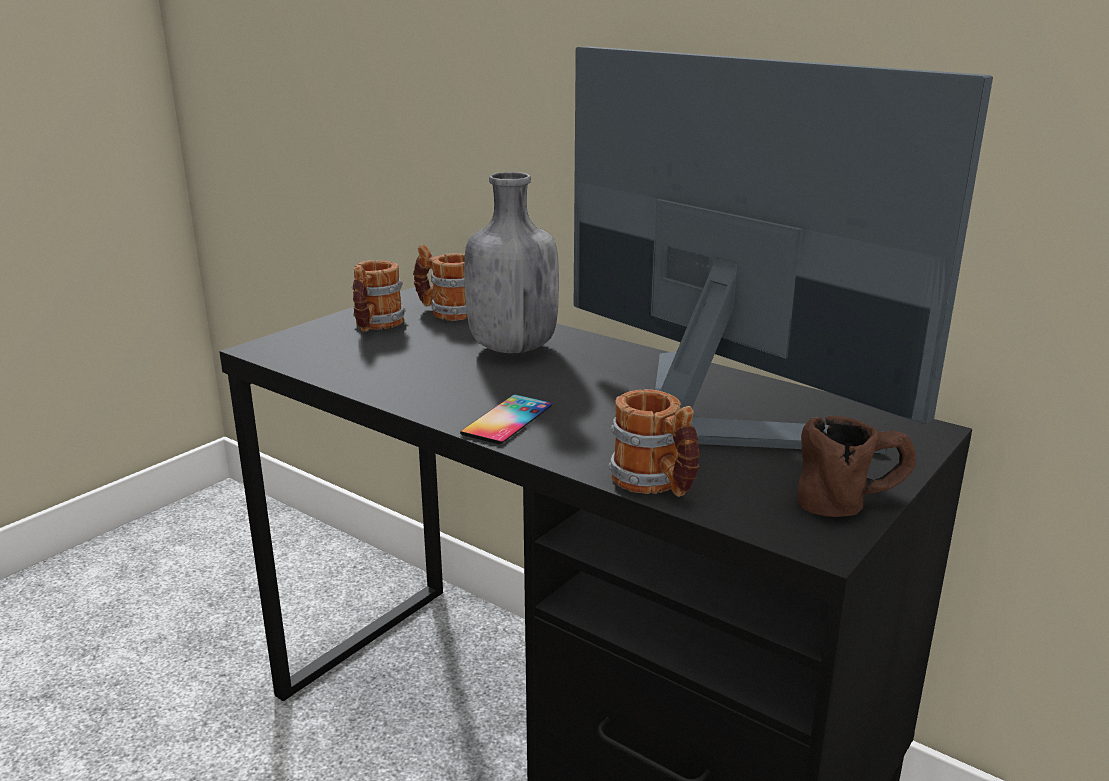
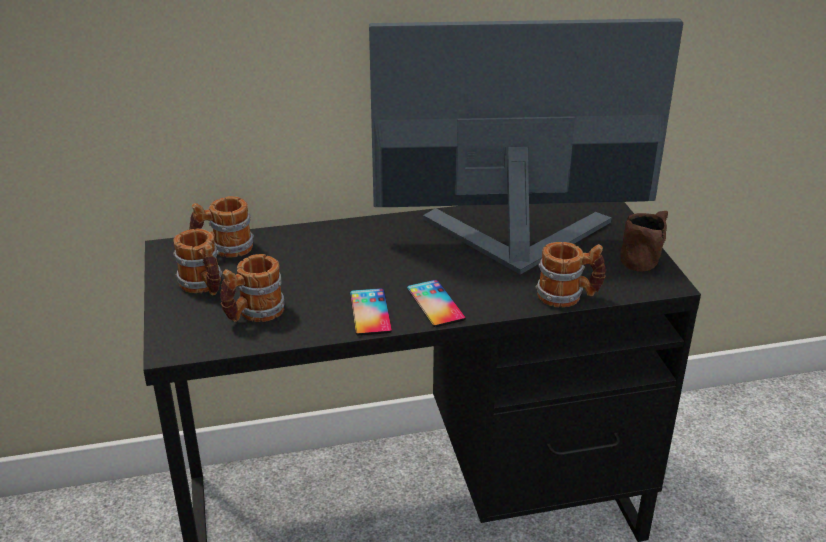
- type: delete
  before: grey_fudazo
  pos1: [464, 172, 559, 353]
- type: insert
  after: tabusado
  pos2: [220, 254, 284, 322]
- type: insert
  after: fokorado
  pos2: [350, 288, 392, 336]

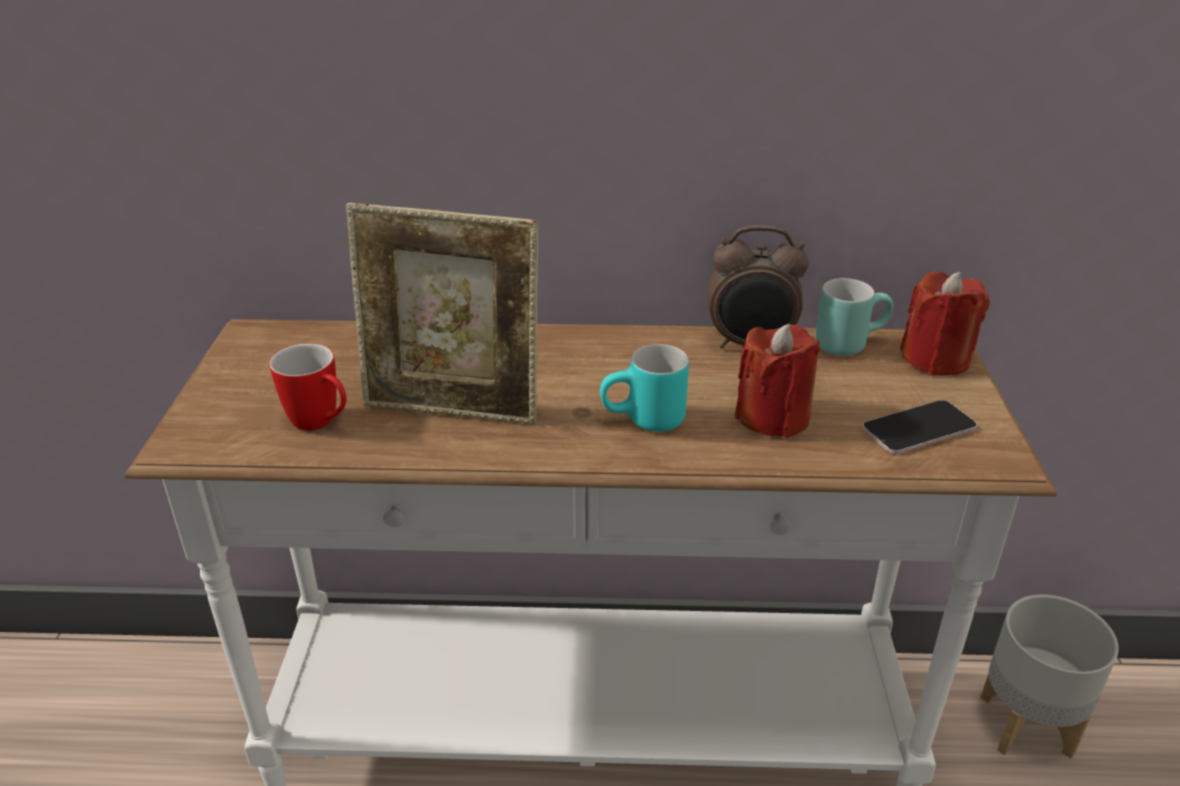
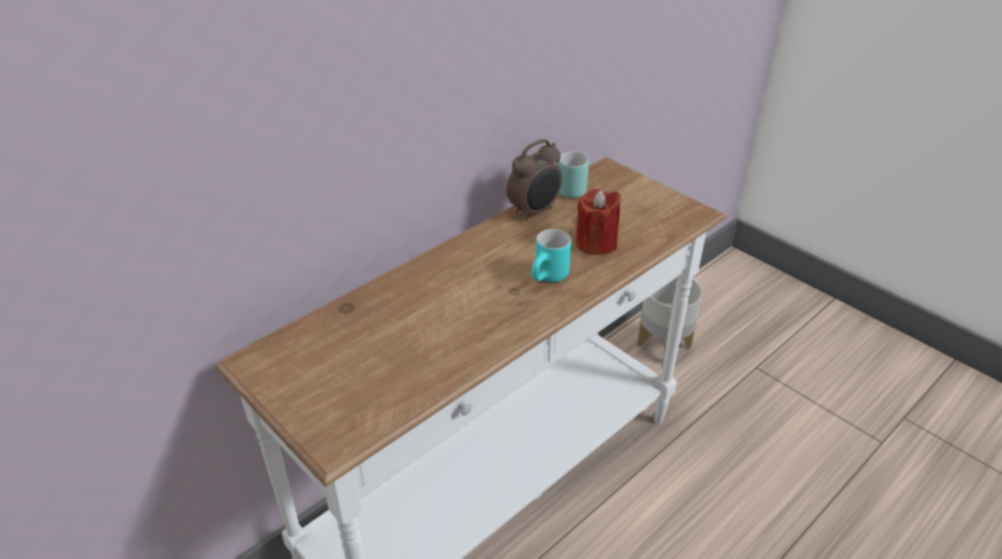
- type: delete
  before: tabusado
  pos1: [269, 343, 346, 431]
- type: delete
  before: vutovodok
  pos1: [346, 202, 539, 424]
- type: delete
  before: fokorado
  pos1: [862, 400, 977, 454]
- type: delete
  before: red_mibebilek
  pos1: [900, 272, 990, 376]

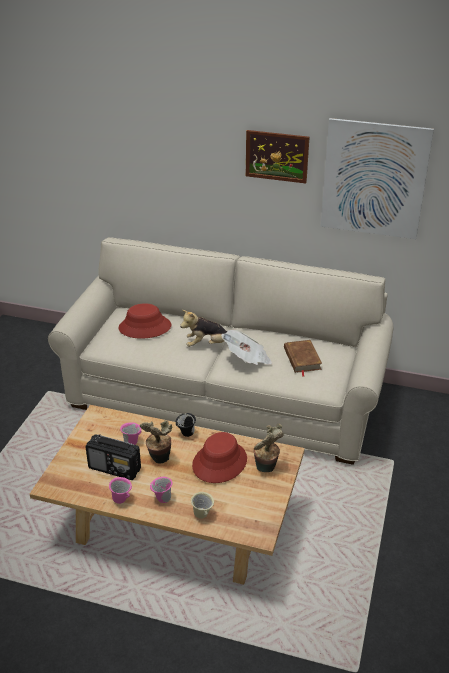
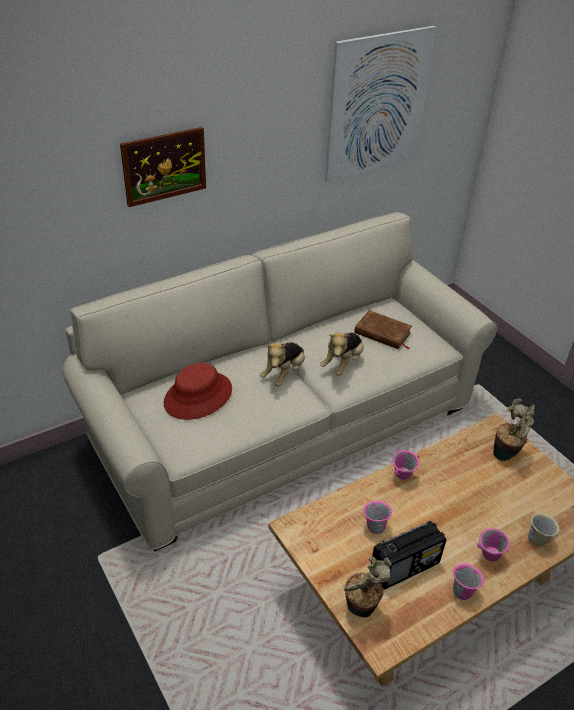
- type: delete
  before: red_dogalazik
  pos1: [192, 432, 247, 483]
- type: move
  before: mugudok
  pos1: [140, 420, 172, 464]
  pos2: [344, 556, 392, 617]
- type: move
  before: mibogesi
  pos1: [246, 130, 309, 183]
  pos2: [120, 127, 206, 207]
- type: replace
  before: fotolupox
  after: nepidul
  pos1: [221, 330, 272, 365]
  pos2: [320, 332, 364, 376]
- type: recolor
  before: black_tabusado
  after: pink_tabusado
  pos1: [176, 413, 196, 437]
  pos2: [392, 450, 419, 480]

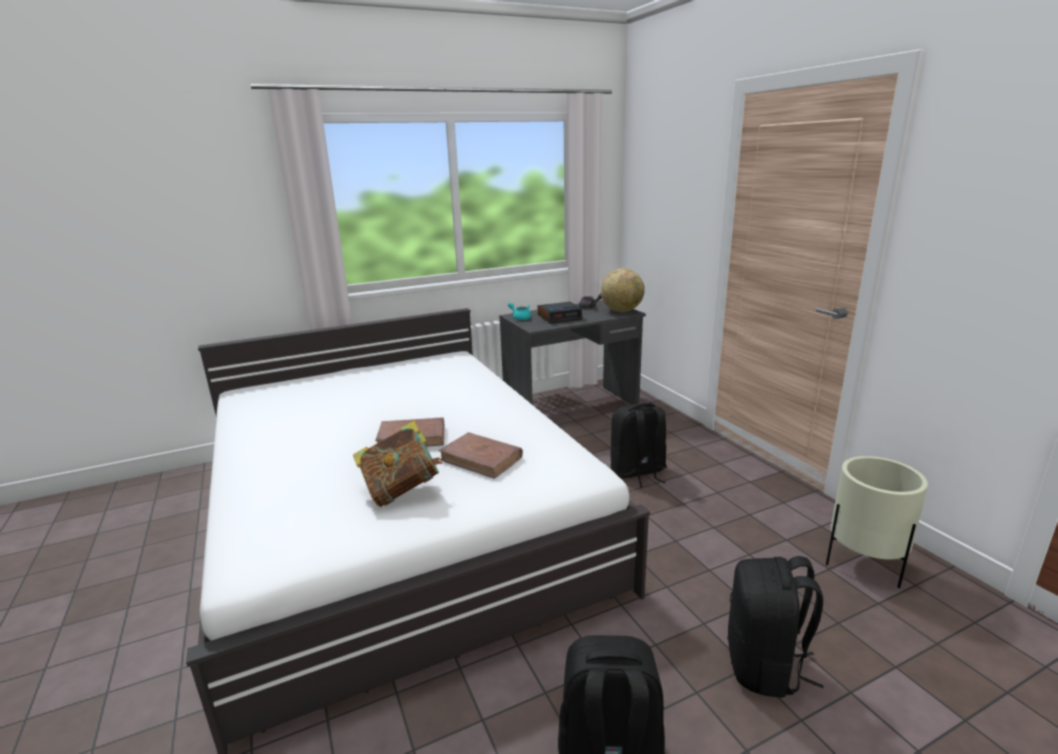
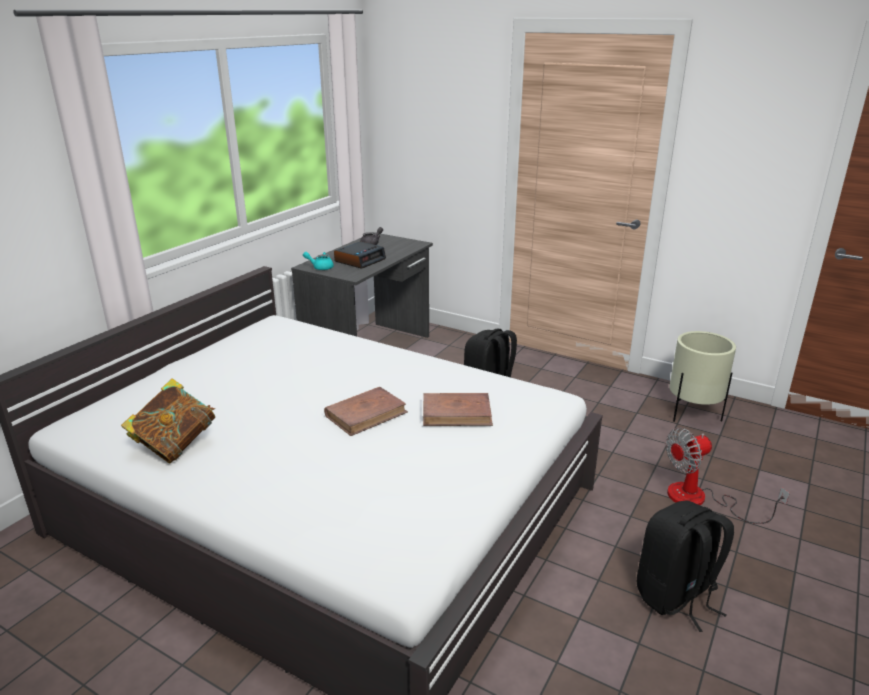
- type: delete
  before: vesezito
  pos1: [601, 268, 645, 312]
- type: move
  before: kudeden
  pos1: [353, 421, 443, 507]
  pos2: [121, 378, 215, 463]
- type: replace
  before: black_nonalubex
  after: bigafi
  pos1: [727, 556, 824, 698]
  pos2: [666, 428, 790, 524]

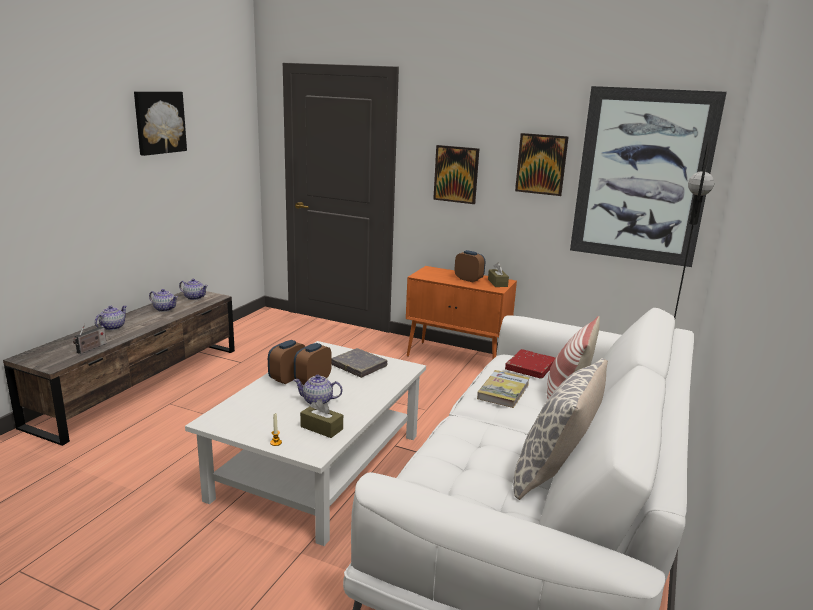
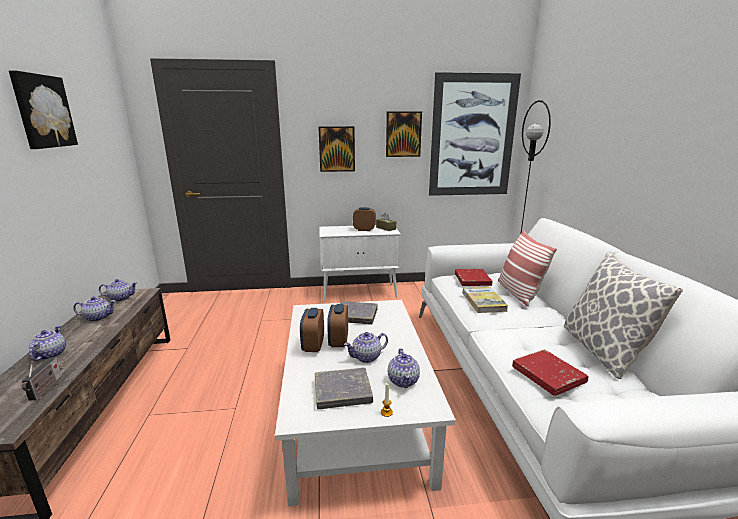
- type: insert
  after: grey_kudeden
  pos2: [315, 368, 373, 409]
- type: insert
  after: red_kudeden
  pos2: [512, 349, 589, 396]
- type: replace
  before: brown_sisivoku
  after: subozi
  pos1: [300, 399, 343, 438]
  pos2: [388, 348, 420, 388]
- type: recolor
  before: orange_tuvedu
  after: white_tuvedu
  pos1: [406, 266, 517, 359]
  pos2: [320, 225, 401, 301]

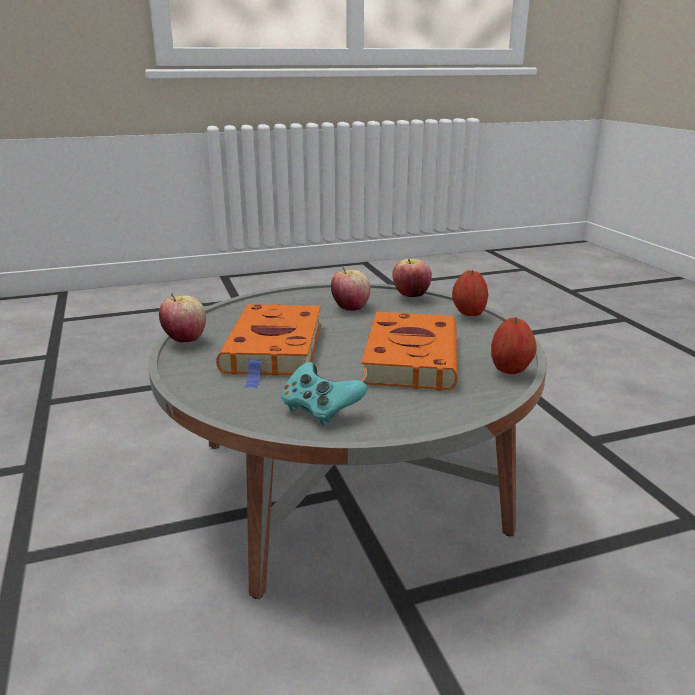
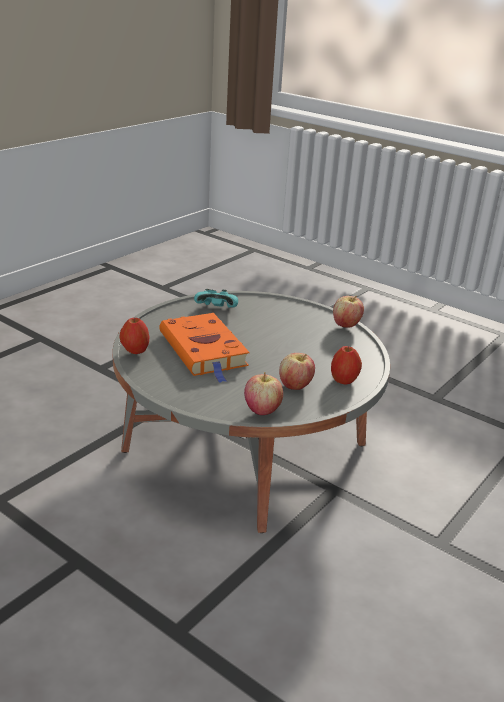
- type: delete
  before: orange_kudeden
  pos1: [216, 304, 321, 389]
- type: move
  before: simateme
  pos1: [452, 269, 488, 316]
  pos2: [331, 346, 362, 384]

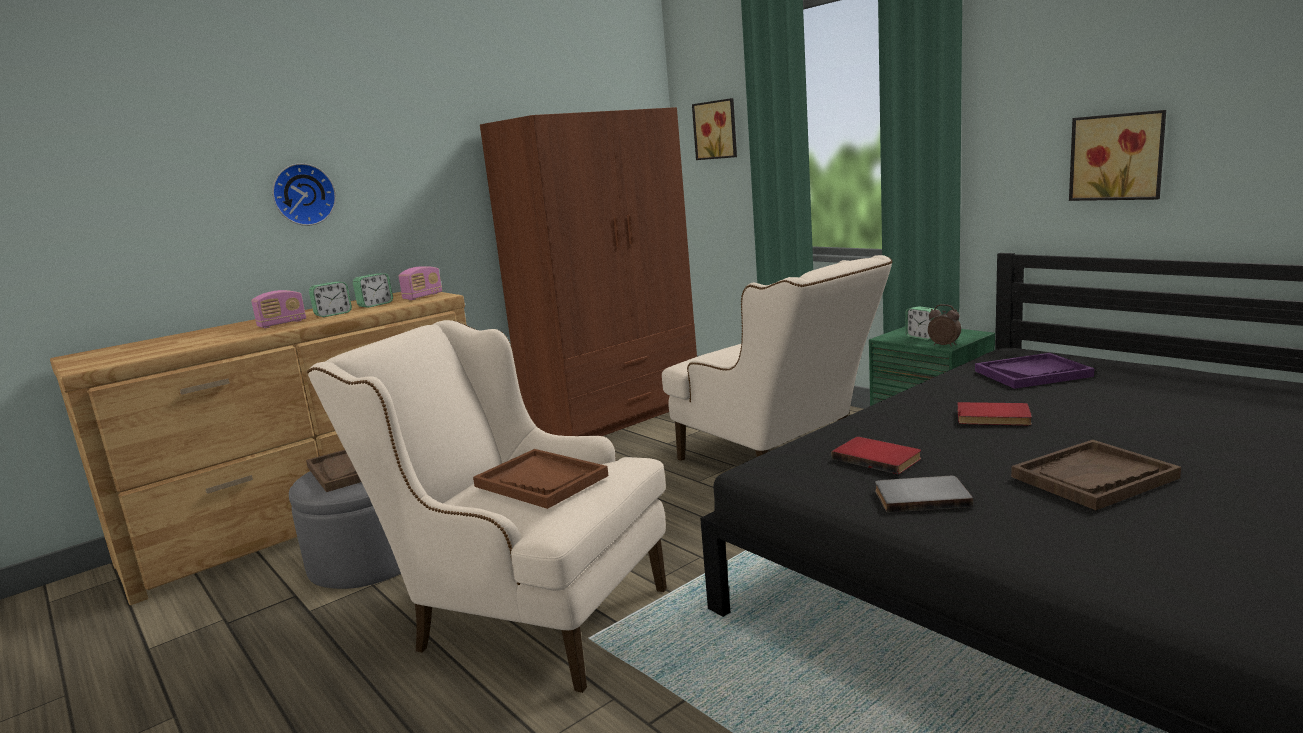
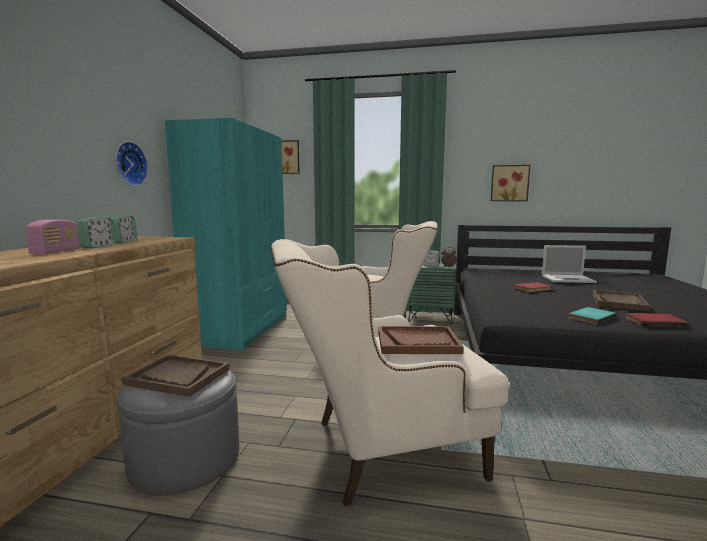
- type: delete
  before: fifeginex
  pos1: [398, 267, 442, 300]
- type: delete
  before: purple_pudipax
  pos1: [975, 353, 1094, 389]
- type: insert
  after: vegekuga
  pos2: [542, 245, 597, 283]
- type: move
  before: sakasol
  pos1: [272, 163, 336, 226]
  pos2: [115, 141, 148, 187]
- type: move
  before: red_kudeden
  pos1: [832, 437, 921, 475]
  pos2: [626, 313, 689, 328]
- type: recolor
  before: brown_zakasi
  after: turquoise_zakasi
  pos1: [480, 107, 697, 436]
  pos2: [165, 118, 287, 351]
- type: recolor
  before: grey_kudeden
  after: turquoise_kudeden
  pos1: [875, 476, 973, 513]
  pos2: [569, 307, 616, 325]

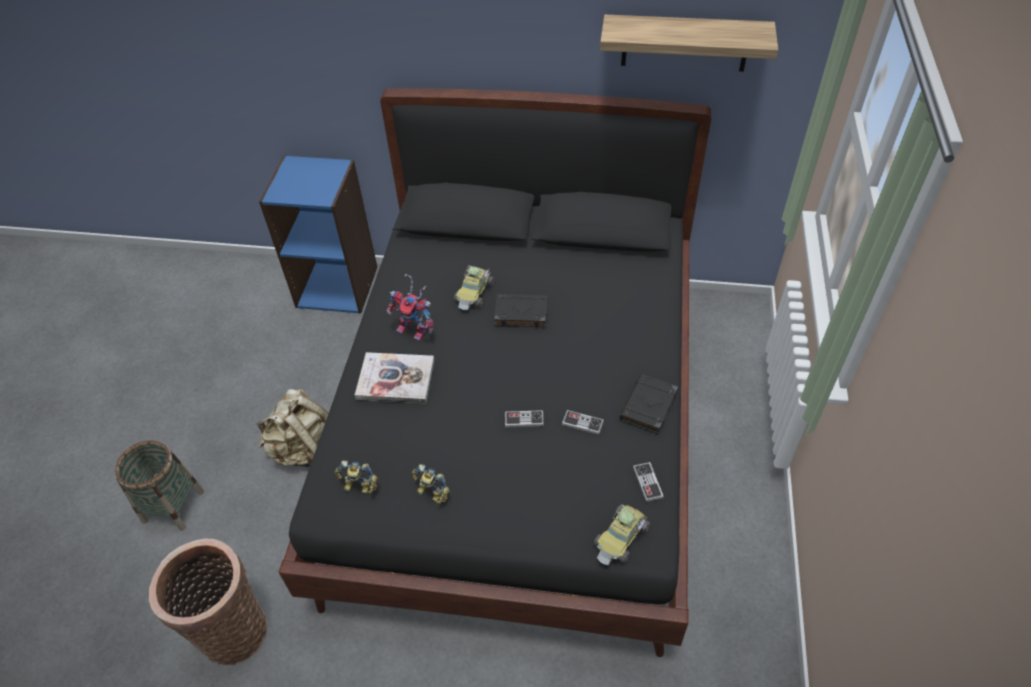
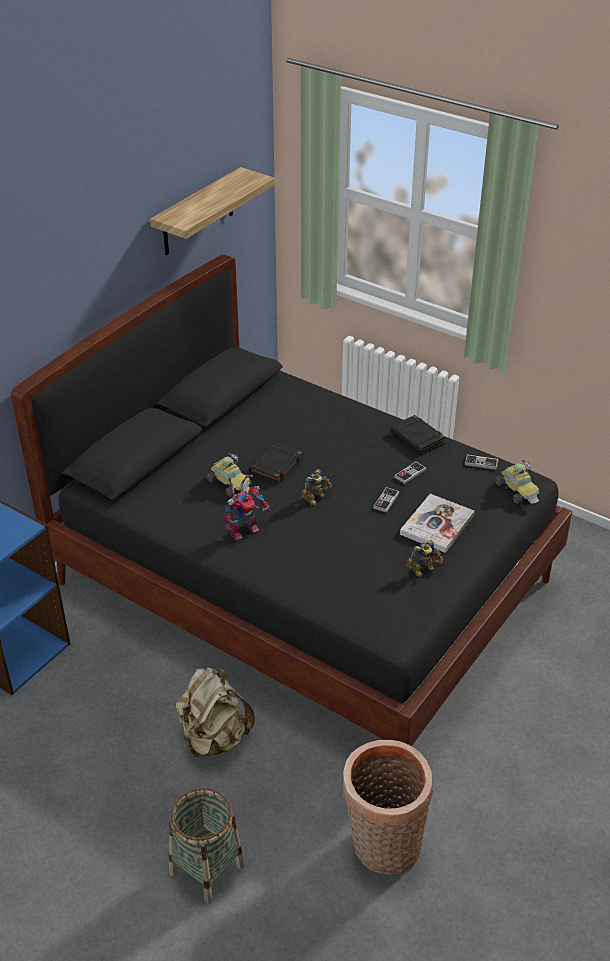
- type: move
  before: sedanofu
  pos1: [335, 460, 378, 493]
  pos2: [302, 469, 332, 506]
- type: move
  before: kudeden
  pos1: [355, 352, 435, 403]
  pos2: [400, 494, 475, 553]

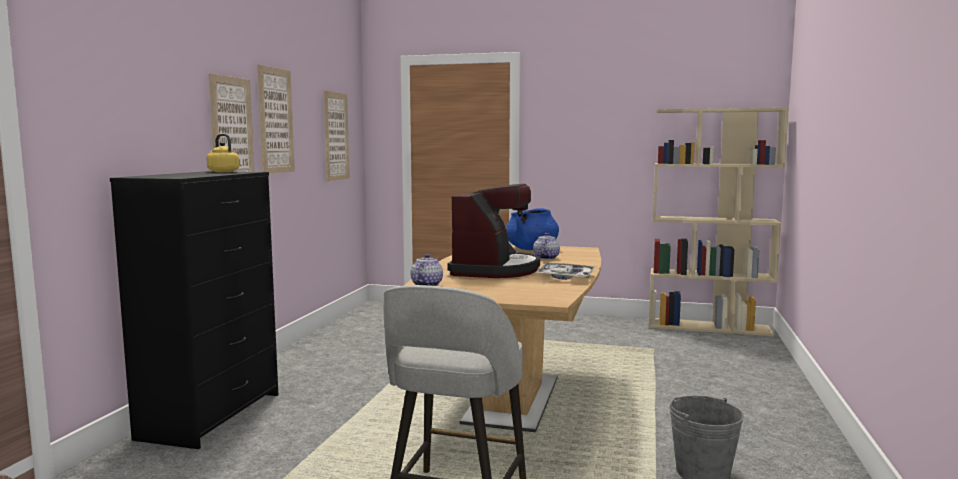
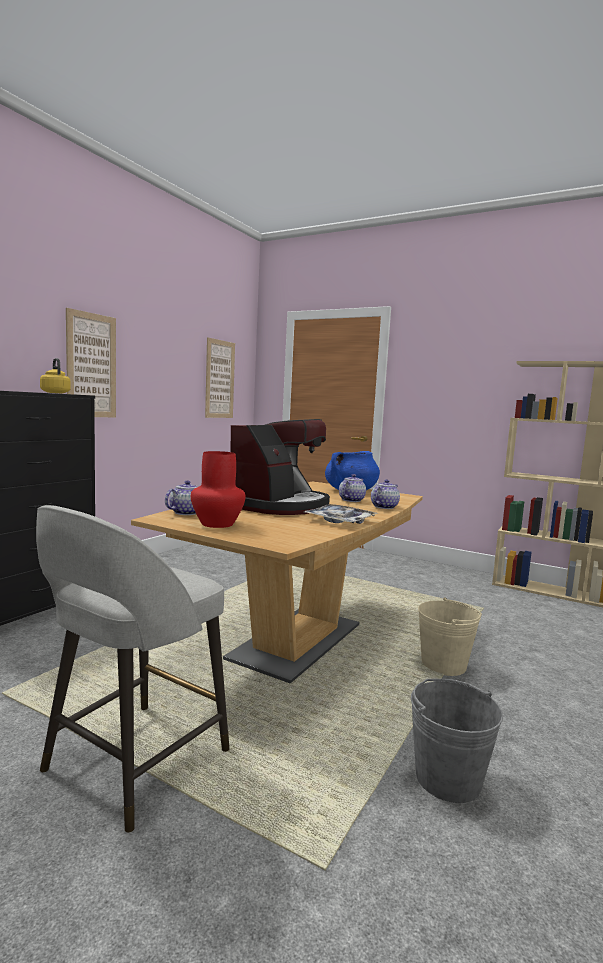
- type: delete
  before: mibogesi
  pos1: [257, 65, 295, 174]
- type: insert
  after: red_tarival
  pos2: [191, 451, 246, 528]
- type: insert
  after: subozi
  pos2: [371, 479, 400, 509]
- type: insert
  after: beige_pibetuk
  pos2: [418, 597, 482, 676]

